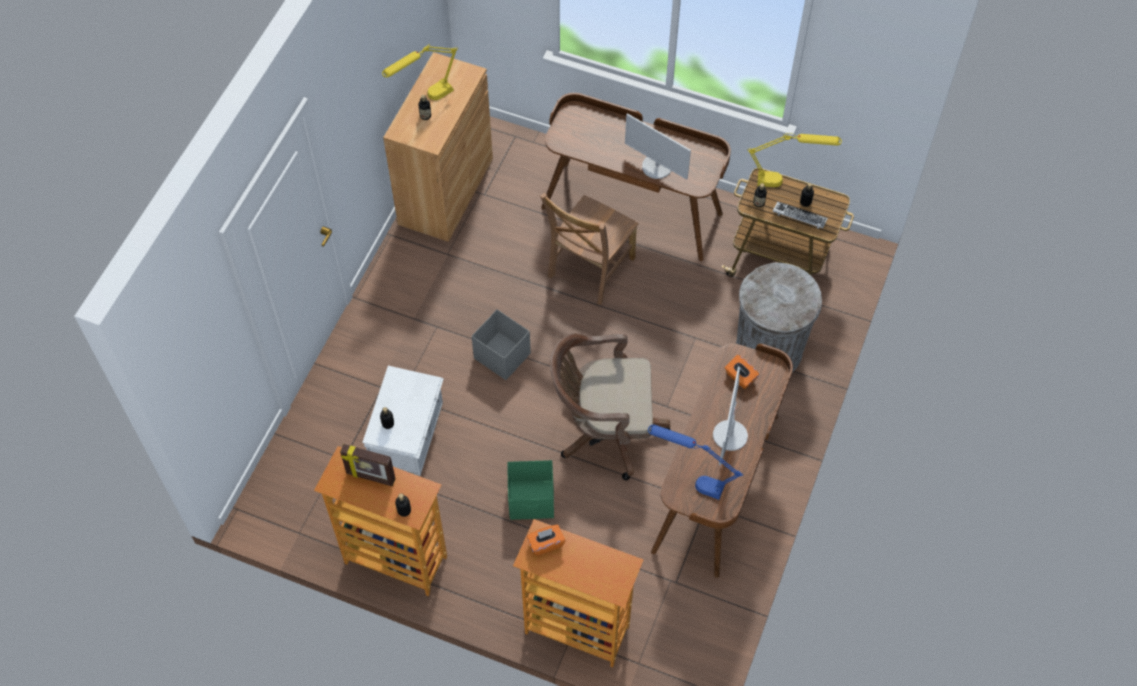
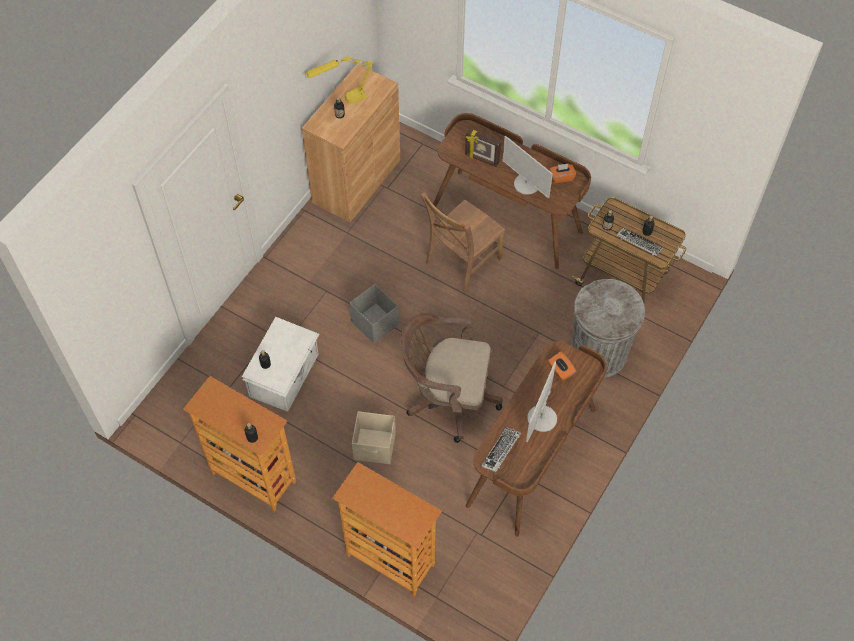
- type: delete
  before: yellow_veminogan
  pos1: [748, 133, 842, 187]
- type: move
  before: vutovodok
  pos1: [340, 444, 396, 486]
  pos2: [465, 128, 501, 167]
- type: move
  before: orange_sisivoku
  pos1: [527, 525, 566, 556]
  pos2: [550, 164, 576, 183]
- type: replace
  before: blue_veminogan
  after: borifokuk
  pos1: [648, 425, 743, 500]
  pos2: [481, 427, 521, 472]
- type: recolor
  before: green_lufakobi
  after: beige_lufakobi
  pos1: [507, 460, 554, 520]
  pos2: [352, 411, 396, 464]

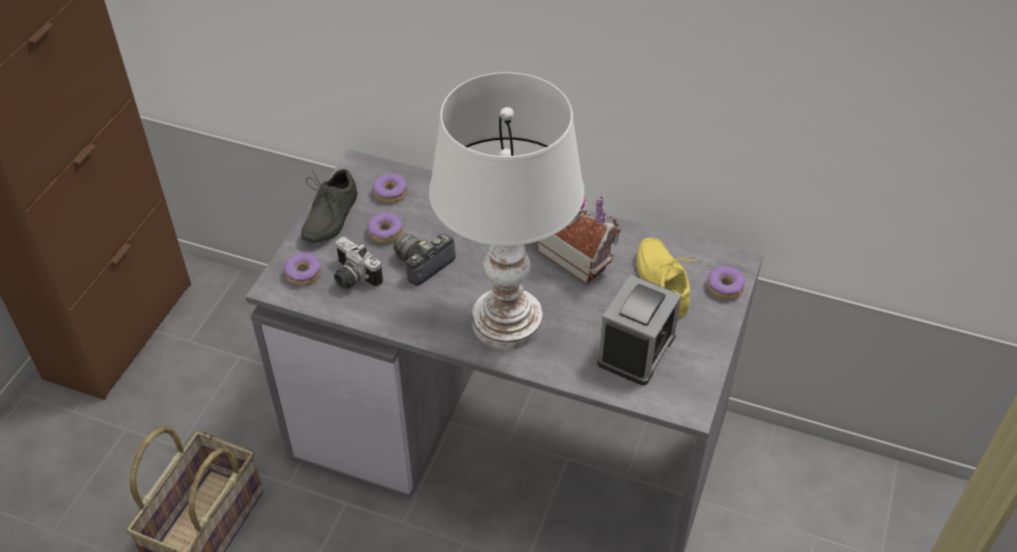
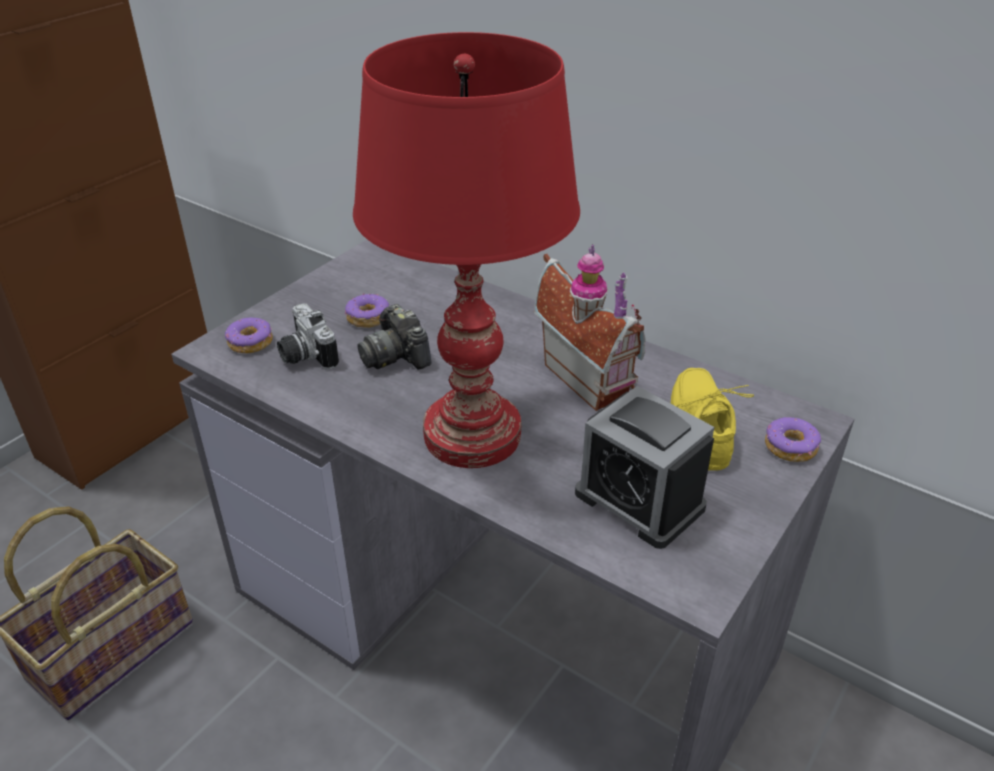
- type: delete
  before: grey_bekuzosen
  pos1: [301, 169, 358, 243]
- type: delete
  before: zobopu
  pos1: [373, 174, 407, 203]
- type: recolor
  before: white_veminogan
  after: red_veminogan
  pos1: [429, 72, 584, 350]
  pos2: [353, 32, 580, 468]
- type: rotate
  before: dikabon
  pos1: [394, 234, 456, 286]
  pos2: [357, 304, 432, 370]
  turn: -90
- type: rotate
  before: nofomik
  pos1: [597, 275, 681, 385]
  pos2: [575, 386, 714, 549]
  turn: 90

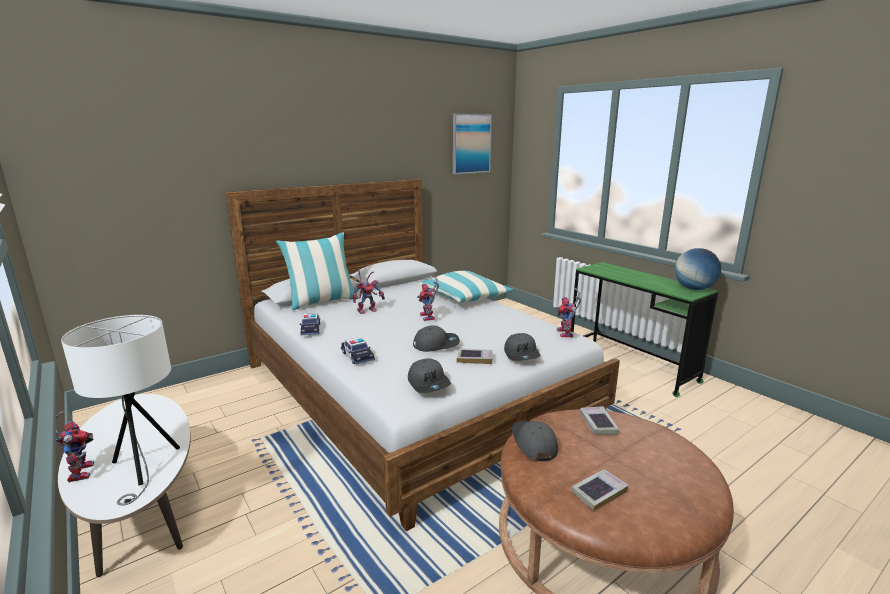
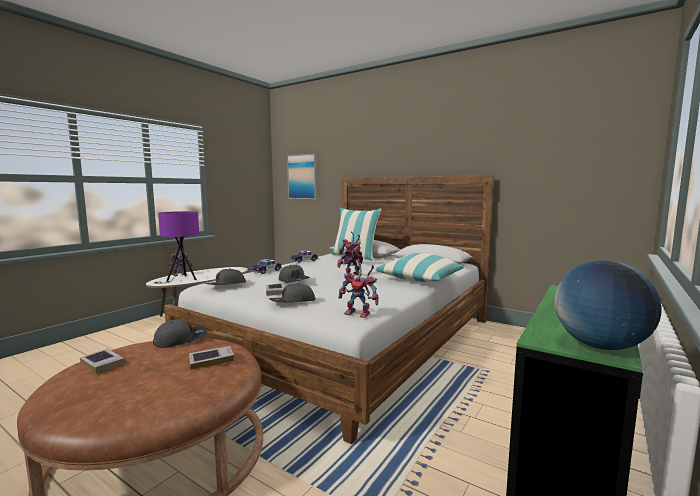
- type: move
  before: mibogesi
  pos1: [453, 113, 492, 174]
  pos2: [287, 153, 317, 199]
- type: recolor
  before: white_veminogan
  after: purple_veminogan
  pos1: [61, 315, 180, 506]
  pos2: [154, 211, 199, 284]
- type: rotate
  before: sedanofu
  pos1: [555, 288, 581, 337]
  pos2: [338, 259, 379, 318]
  turn: -135

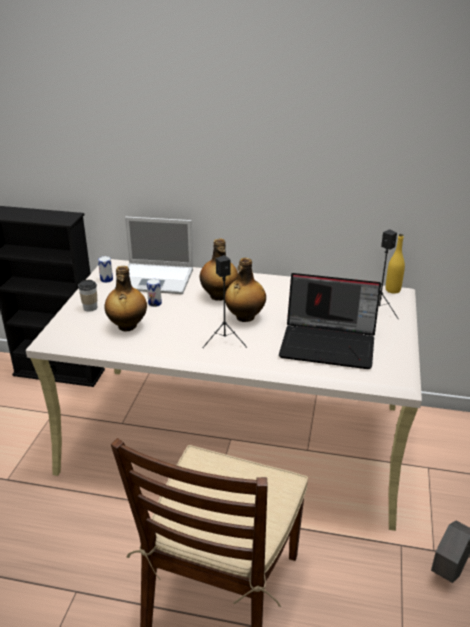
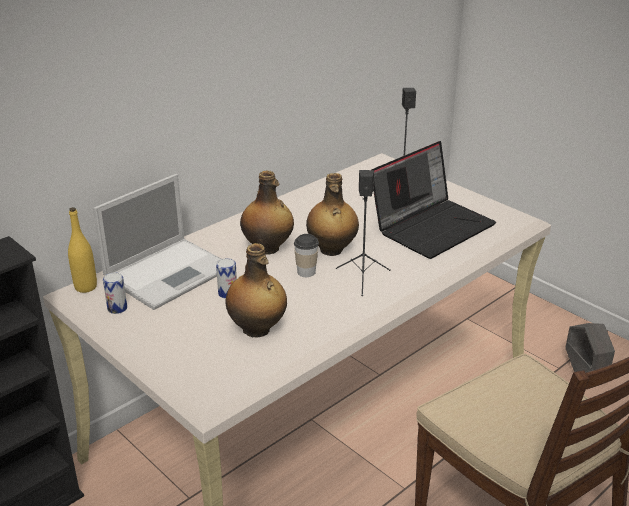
- type: move
  before: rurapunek
  pos1: [78, 280, 97, 312]
  pos2: [294, 234, 319, 277]
- type: move
  before: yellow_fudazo
  pos1: [386, 234, 405, 294]
  pos2: [68, 207, 97, 293]

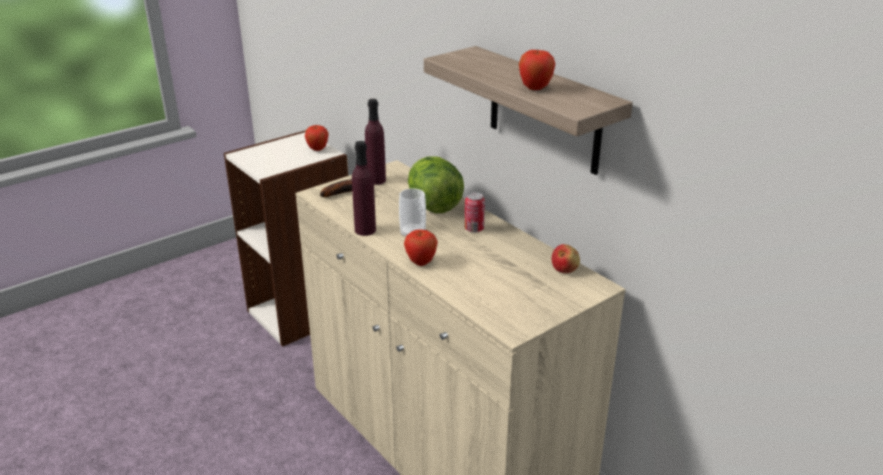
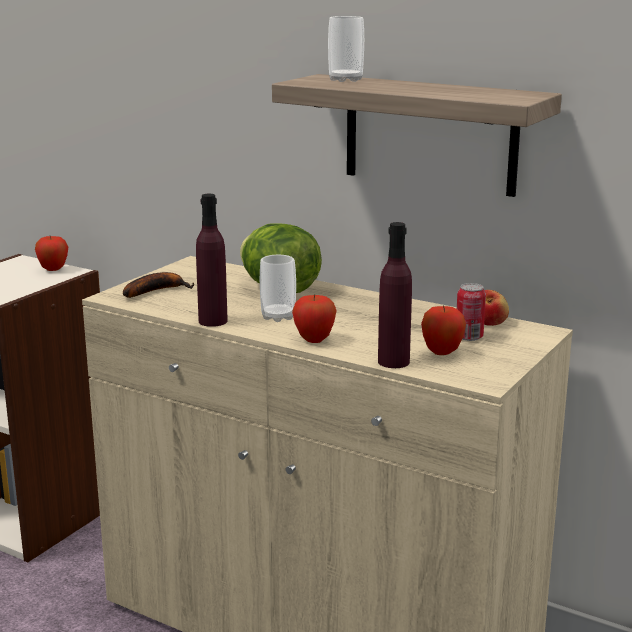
- type: insert
  after: rurapunek
  pos2: [328, 16, 364, 82]
- type: move
  before: purple_fudazo
  pos1: [365, 99, 386, 185]
  pos2: [378, 222, 412, 368]
- type: move
  before: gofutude
  pos1: [465, 192, 485, 233]
  pos2: [457, 283, 486, 341]
- type: move
  before: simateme
  pos1: [519, 48, 555, 90]
  pos2: [421, 305, 466, 355]

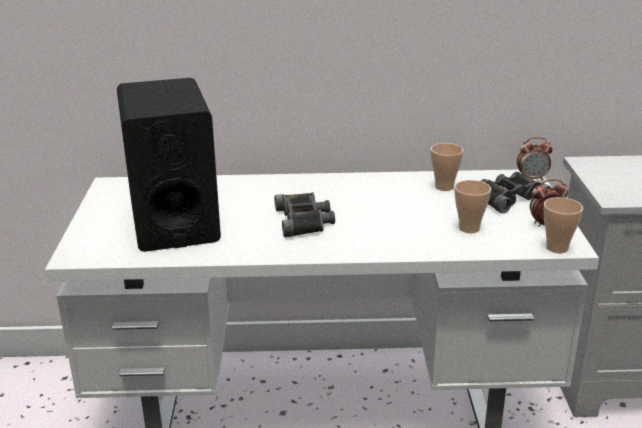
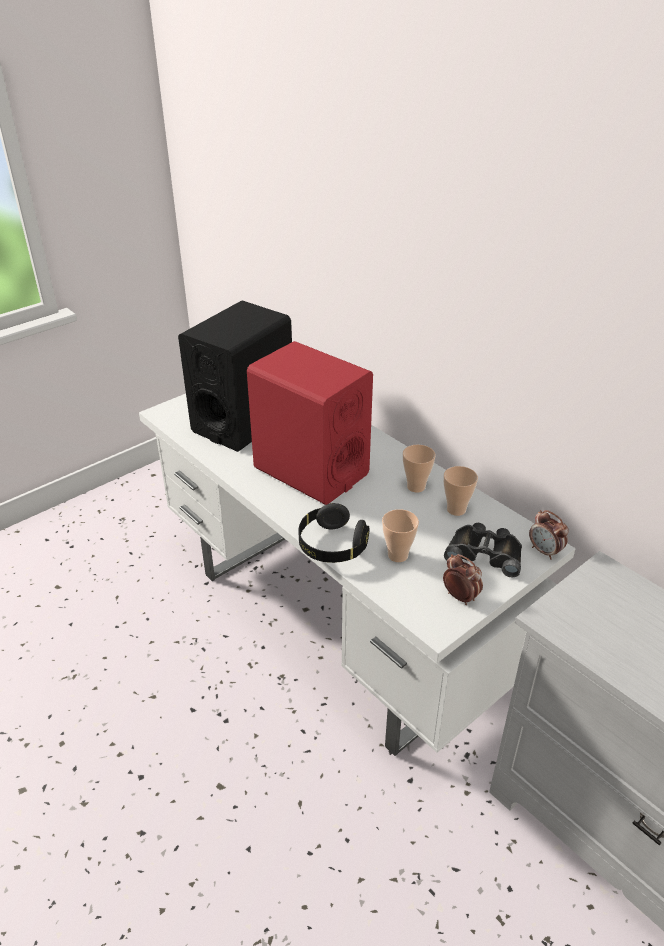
- type: insert
  after: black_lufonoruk
  pos2: [298, 503, 370, 563]
- type: move
  before: rurapunek
  pos1: [543, 197, 583, 253]
  pos2: [403, 445, 436, 493]
- type: replace
  before: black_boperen
  after: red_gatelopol
  pos1: [275, 192, 335, 237]
  pos2: [247, 341, 373, 505]

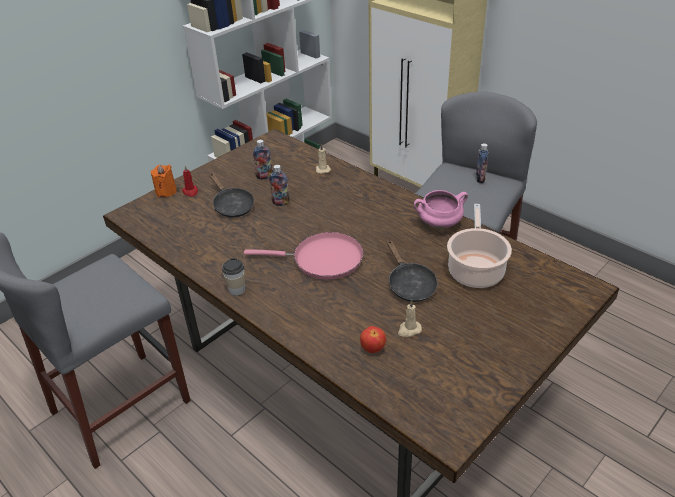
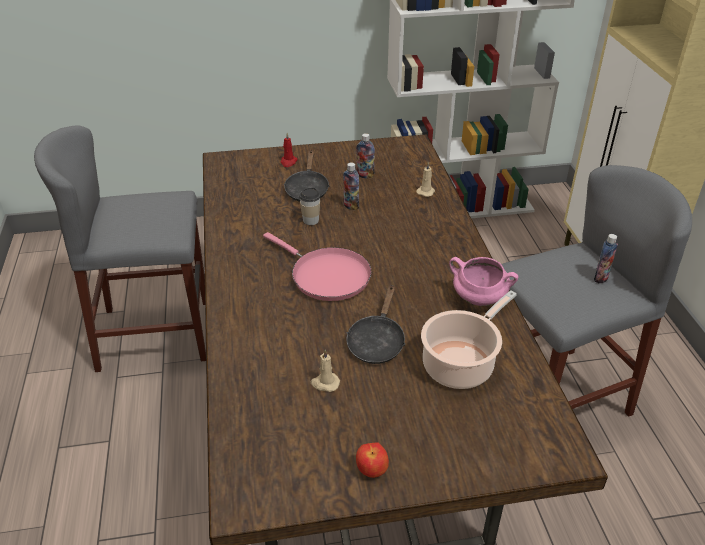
- type: delete
  before: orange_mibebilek
  pos1: [151, 165, 177, 197]
- type: move
  before: rurapunek
  pos1: [222, 258, 245, 296]
  pos2: [299, 188, 321, 225]
- type: move
  before: simateme
  pos1: [360, 326, 386, 353]
  pos2: [356, 442, 389, 478]

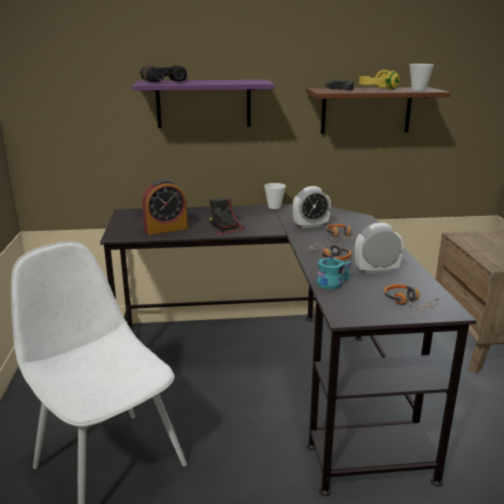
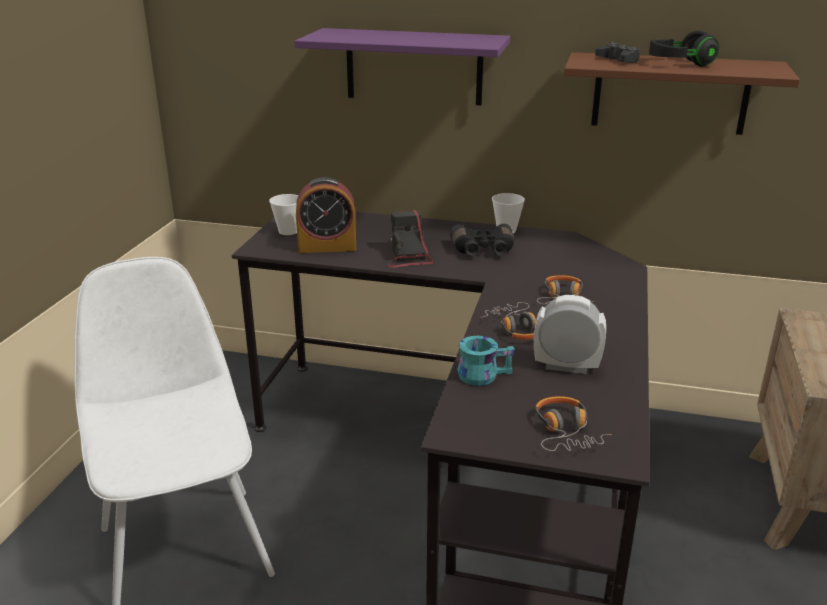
- type: delete
  before: nofomik
  pos1: [293, 186, 331, 229]
- type: move
  before: black_boperen
  pos1: [140, 65, 187, 82]
  pos2: [450, 224, 514, 256]
- type: move
  before: rurapunek
  pos1: [409, 64, 434, 91]
  pos2: [269, 194, 298, 235]
- type: recolor
  before: yellow_lufonoruk
  after: black_lufonoruk
  pos1: [359, 70, 400, 90]
  pos2: [649, 30, 720, 66]

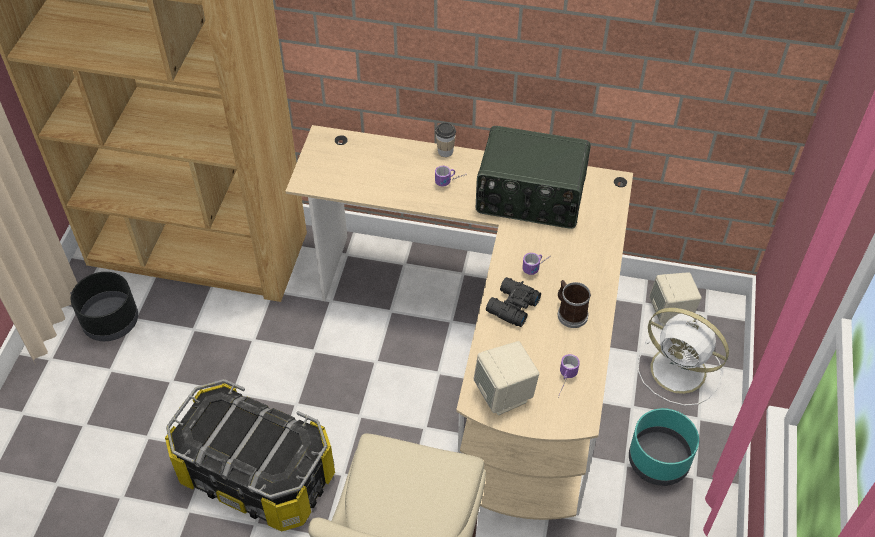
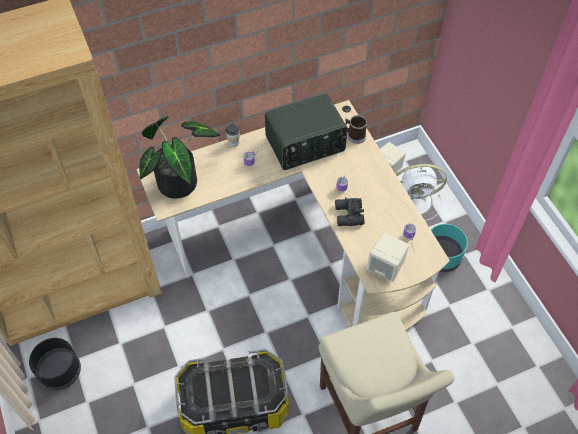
- type: insert
  after: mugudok
  pos2: [139, 116, 220, 199]
- type: move
  before: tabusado
  pos1: [558, 280, 591, 328]
  pos2: [345, 115, 367, 144]

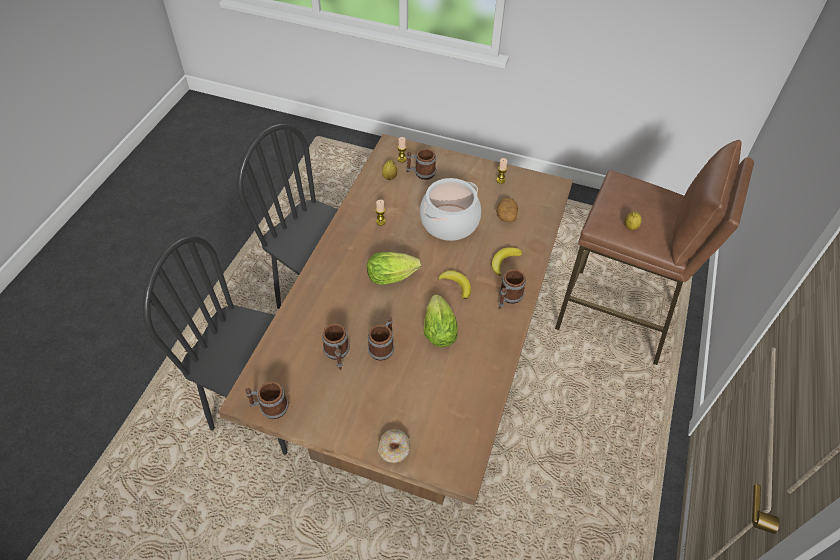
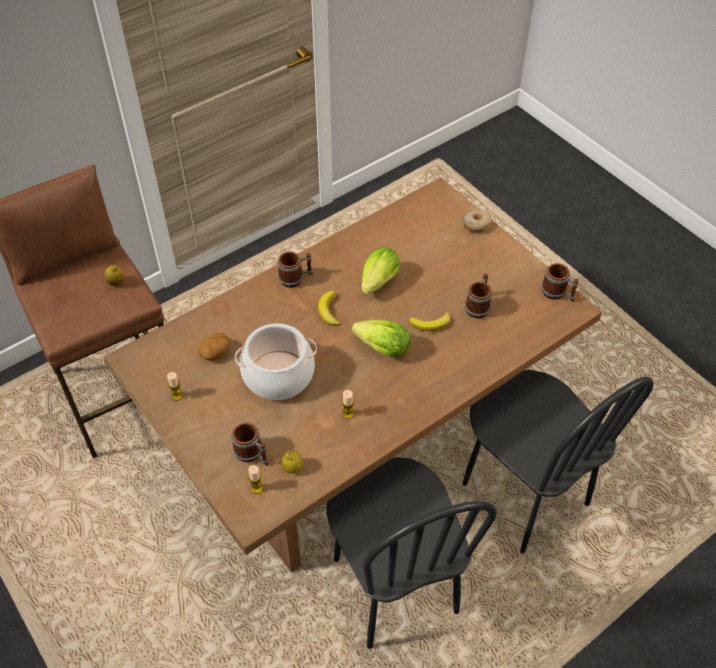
- type: delete
  before: tabusado
  pos1: [368, 316, 394, 361]
- type: move
  before: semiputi
  pos1: [491, 247, 522, 276]
  pos2: [409, 312, 451, 331]

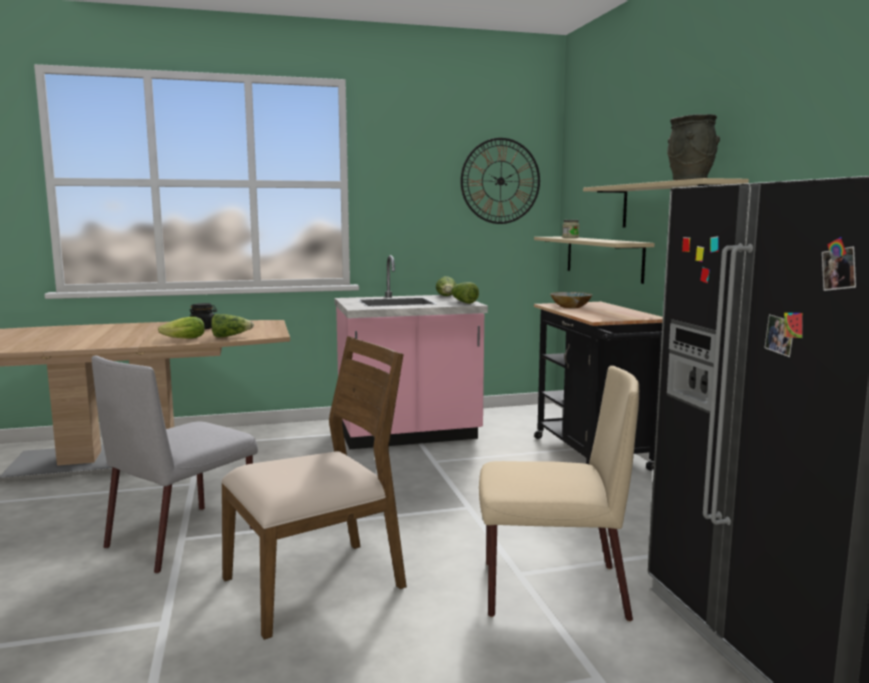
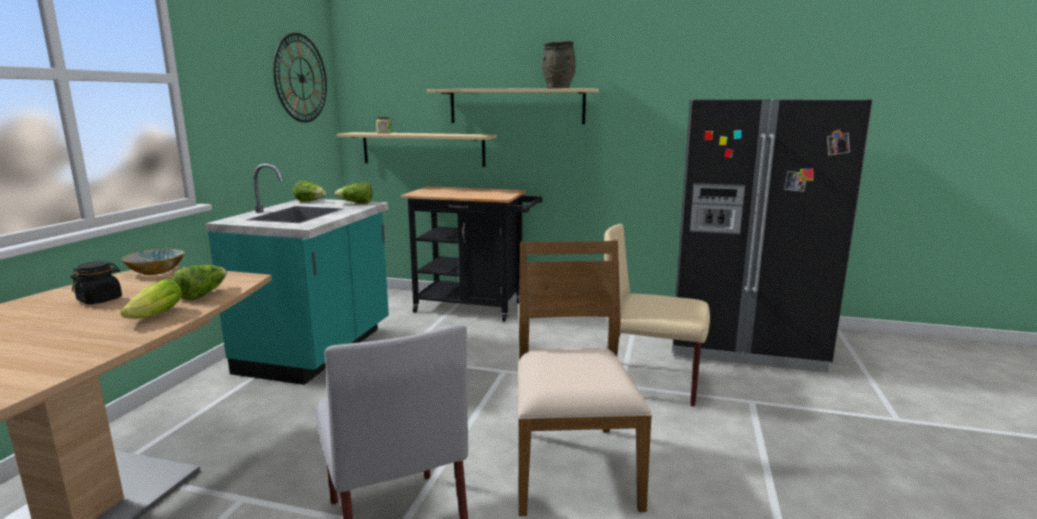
- type: move
  before: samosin
  pos1: [550, 292, 592, 308]
  pos2: [121, 249, 185, 275]
- type: recolor
  before: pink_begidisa
  after: turquoise_begidisa
  pos1: [335, 255, 488, 449]
  pos2: [205, 164, 389, 385]
- type: rotate
  before: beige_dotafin
  pos1: [479, 366, 639, 622]
  pos2: [604, 224, 710, 407]
  turn: -105

